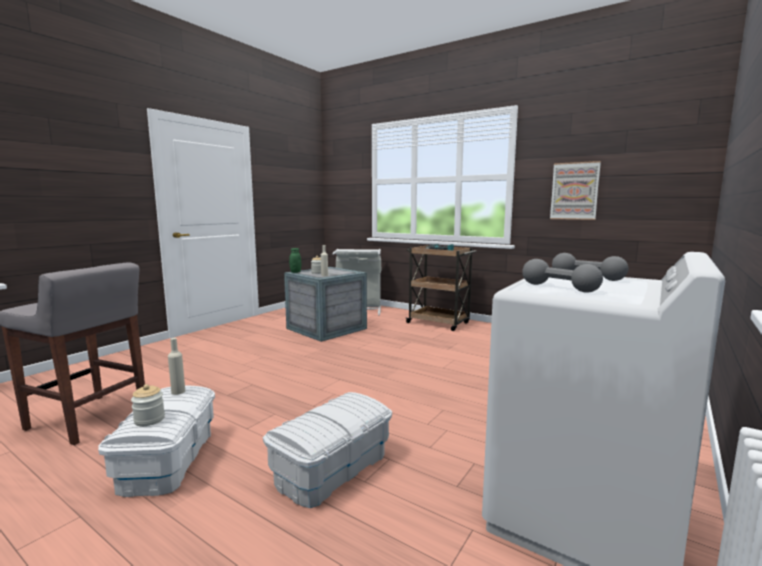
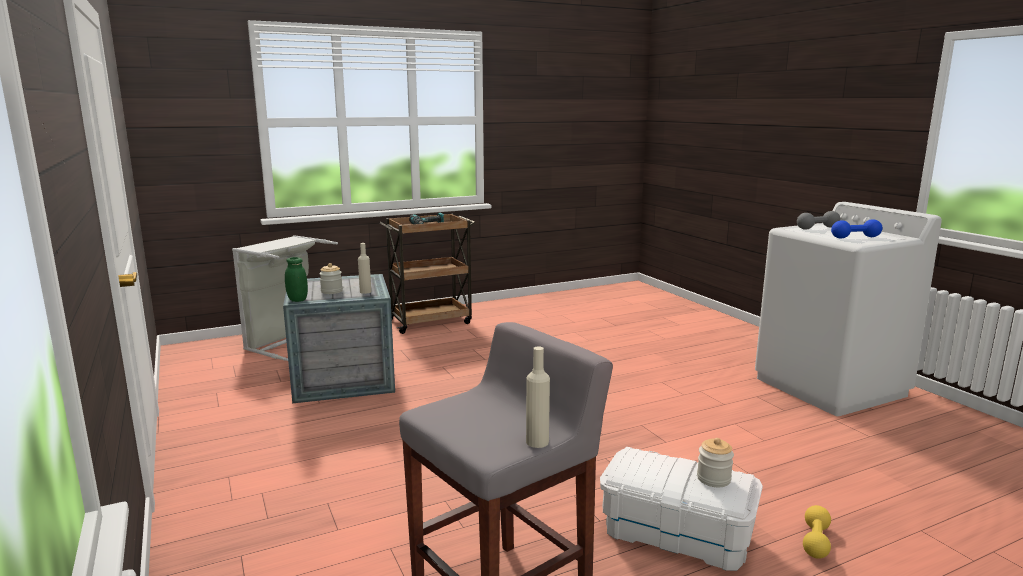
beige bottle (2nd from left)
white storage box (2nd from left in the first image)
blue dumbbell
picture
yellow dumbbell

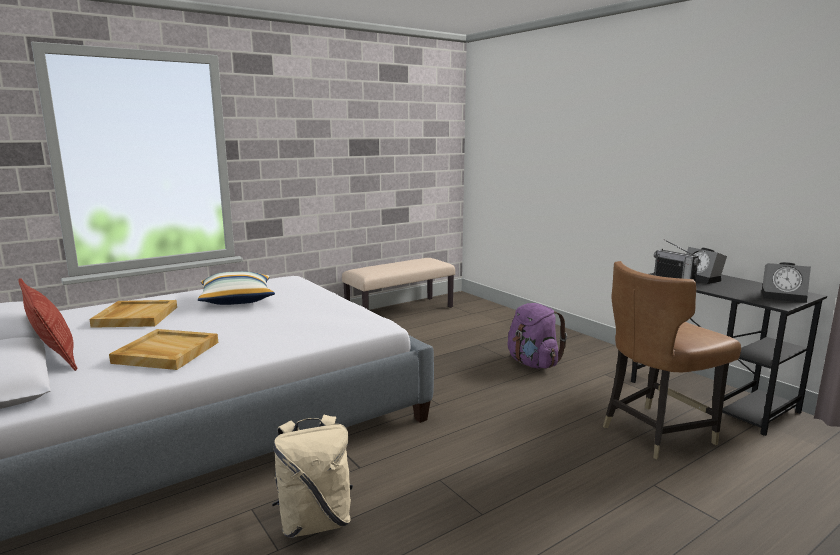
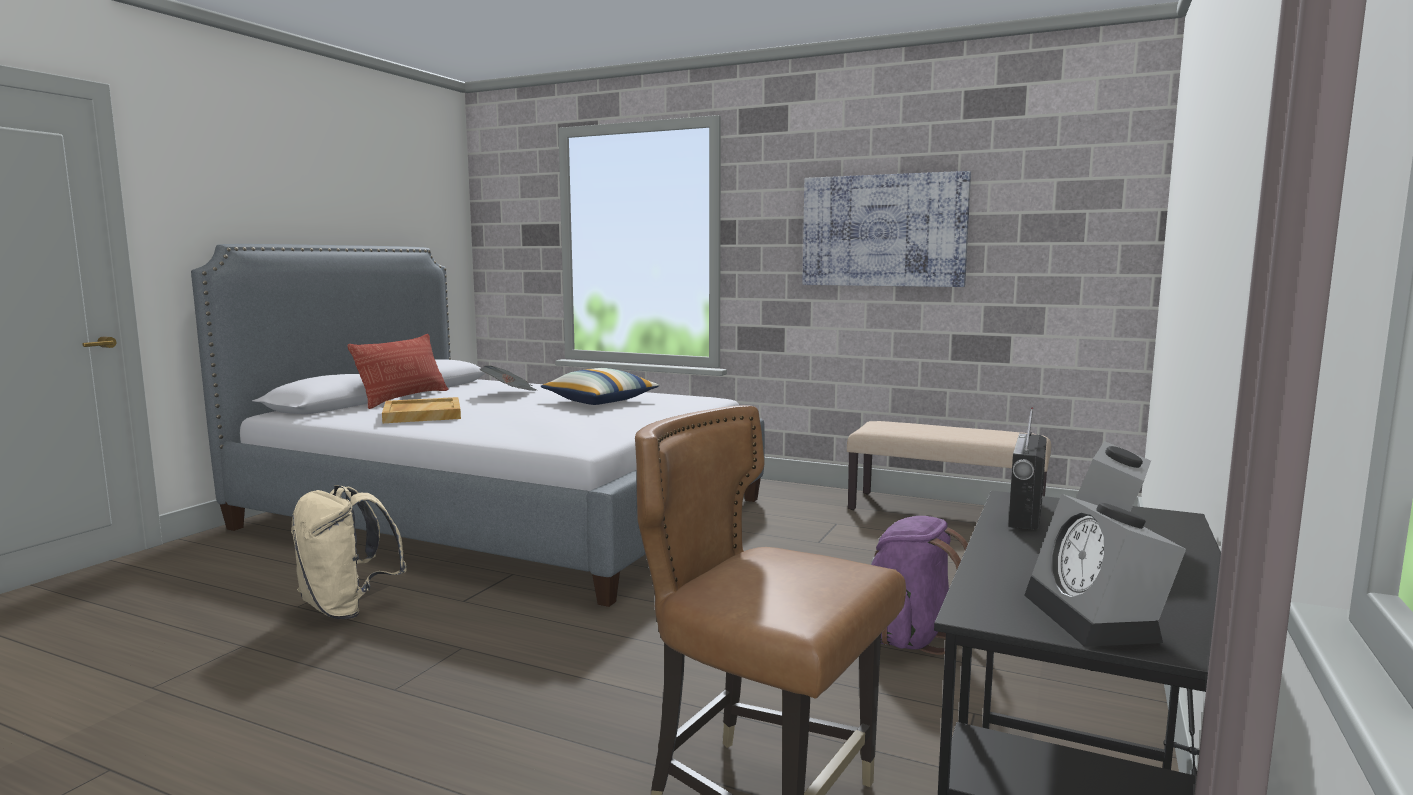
newspaper
picture

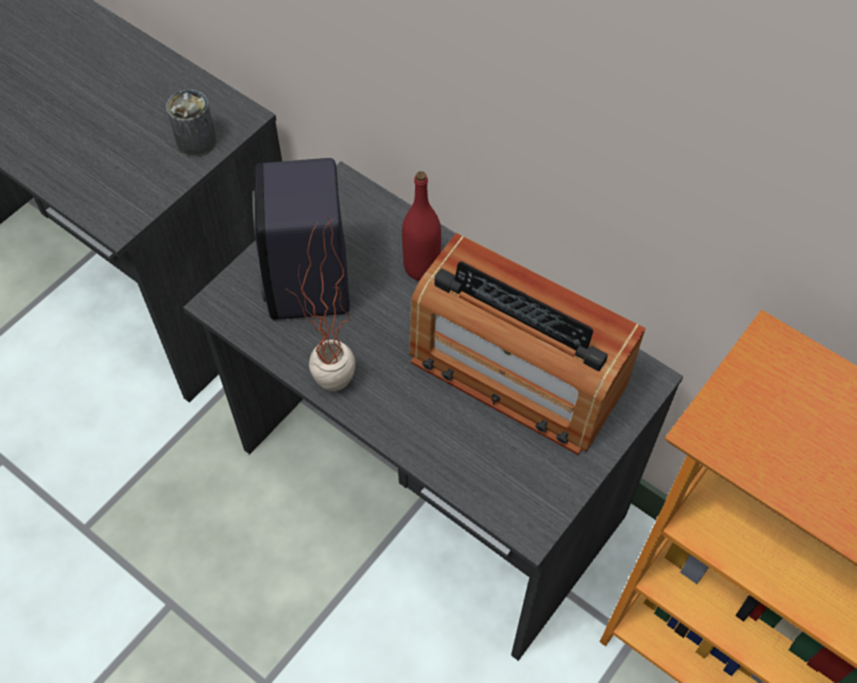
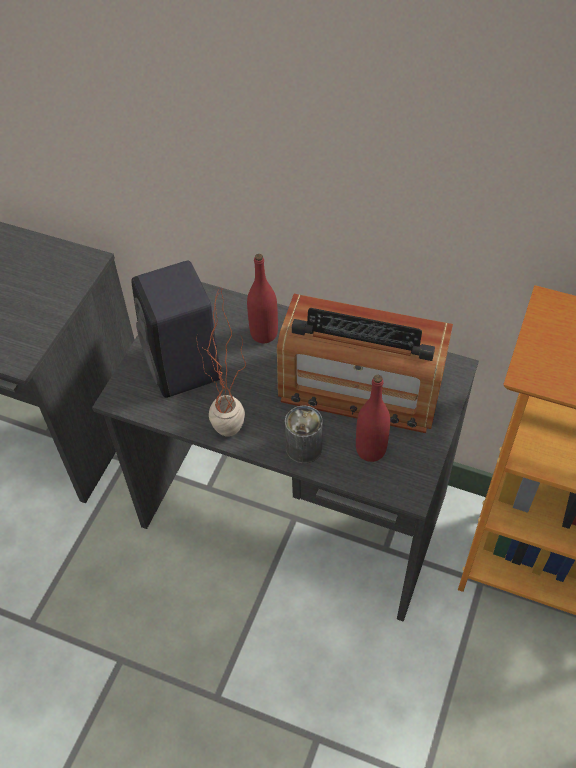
can
red bottle (2nd from left)

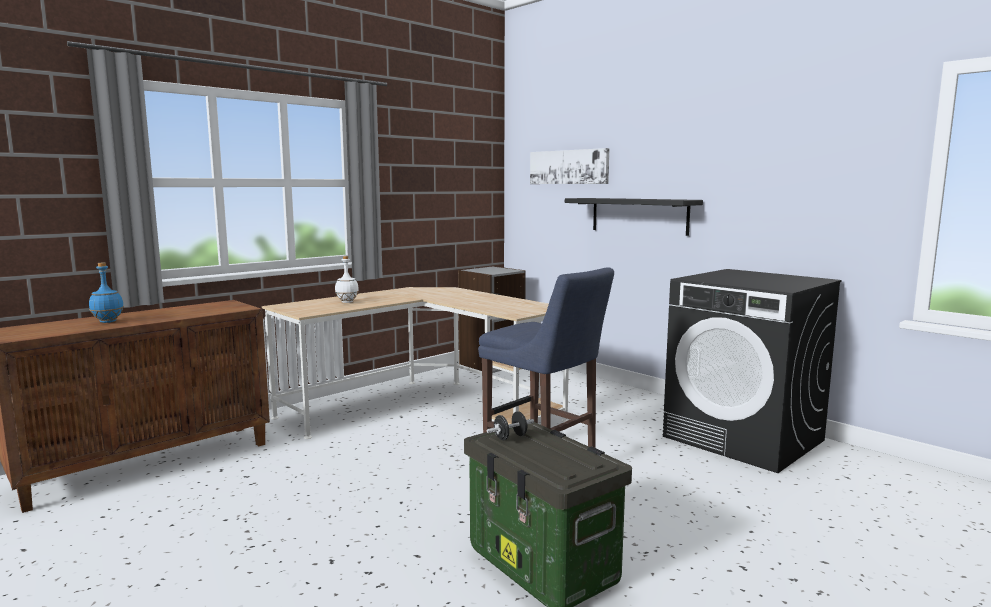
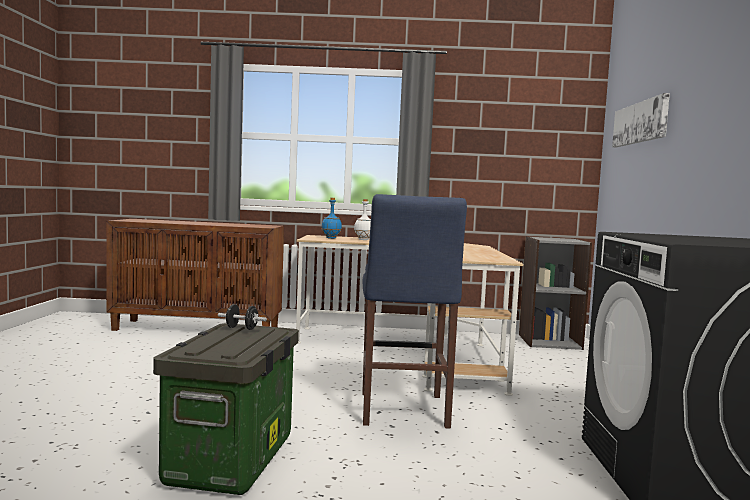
blue bottle
black shelf

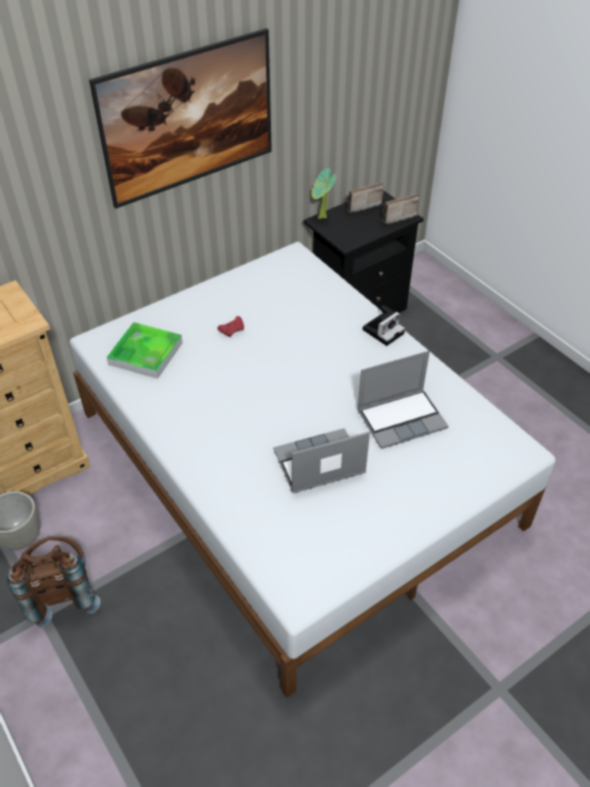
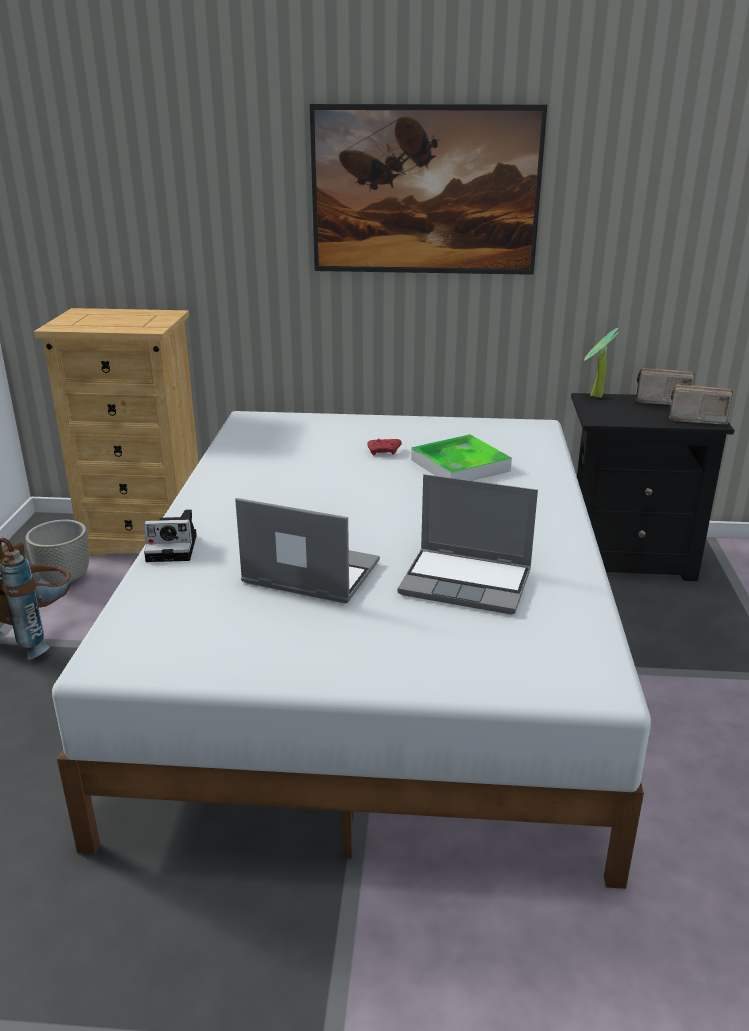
tray
photo camera

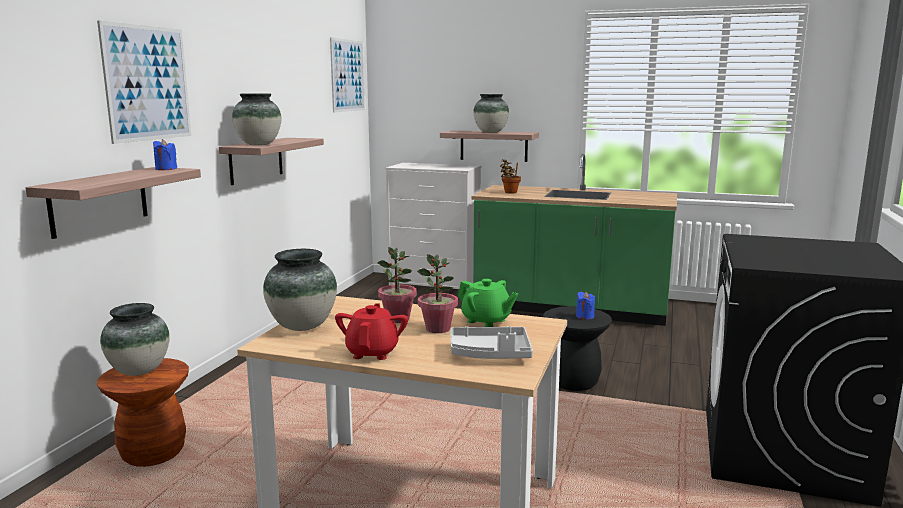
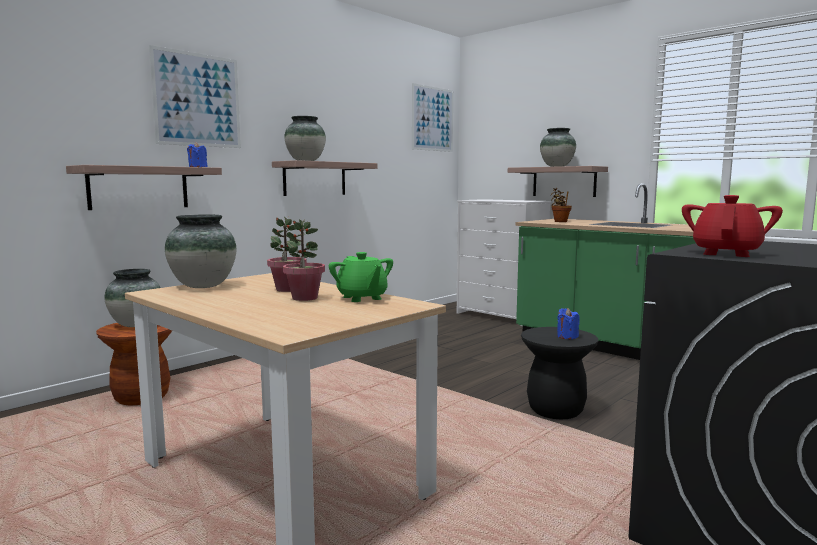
red teapot
grey tray

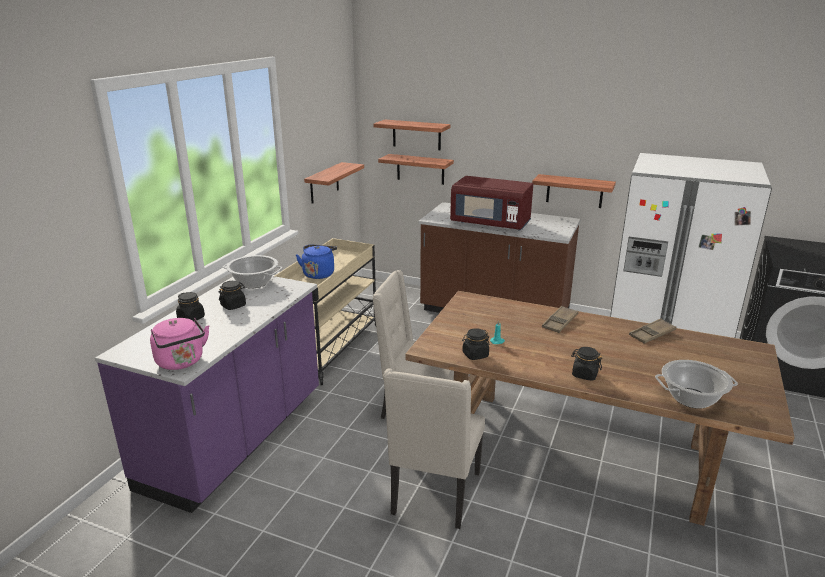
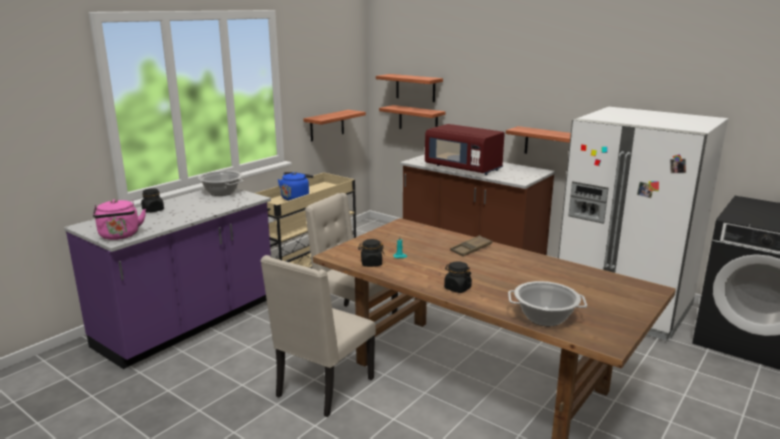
black jar (2nd from left in the first image)
brown tray (2nd from left in the first image)

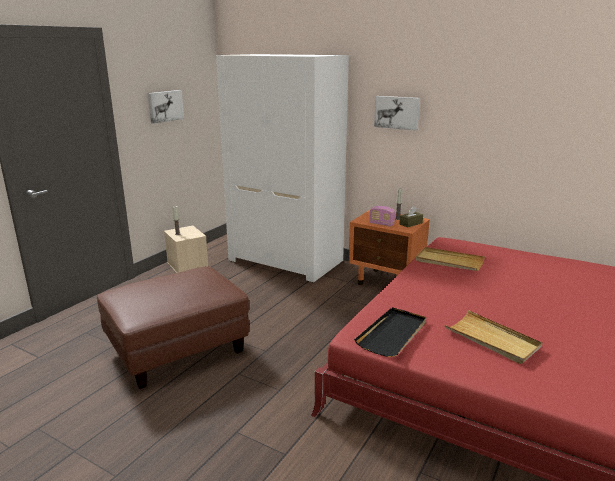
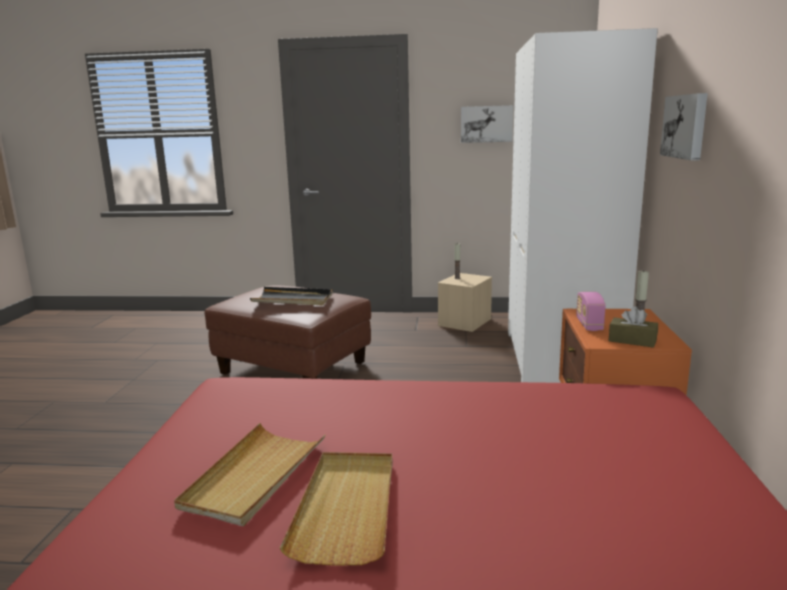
black tray
beige tray (2nd from left)

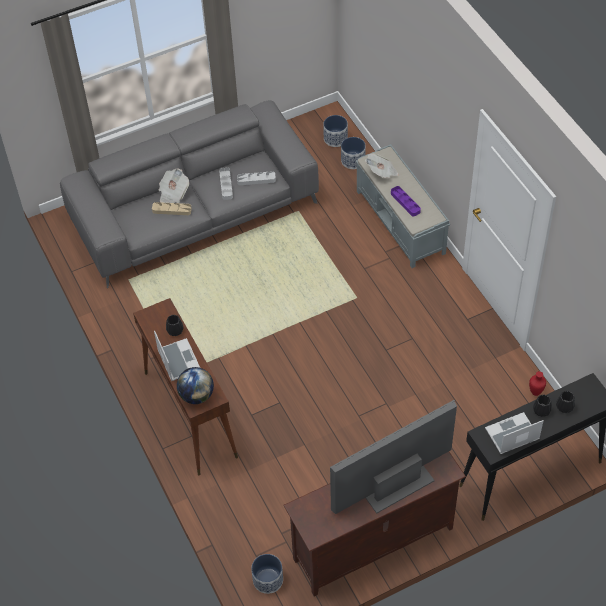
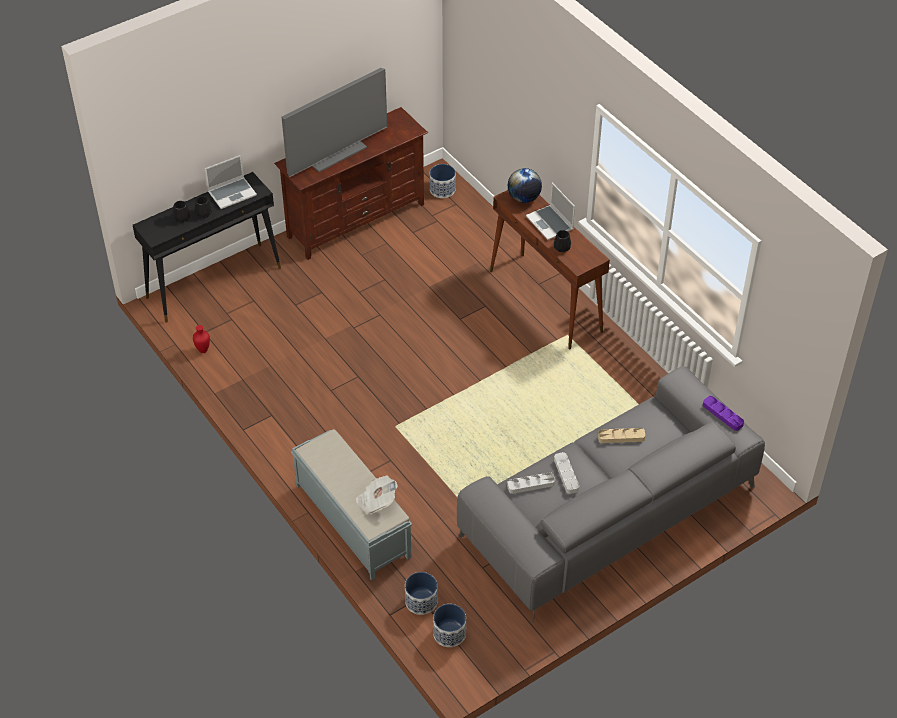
newspaper (1st from left in the first image)
purple tray

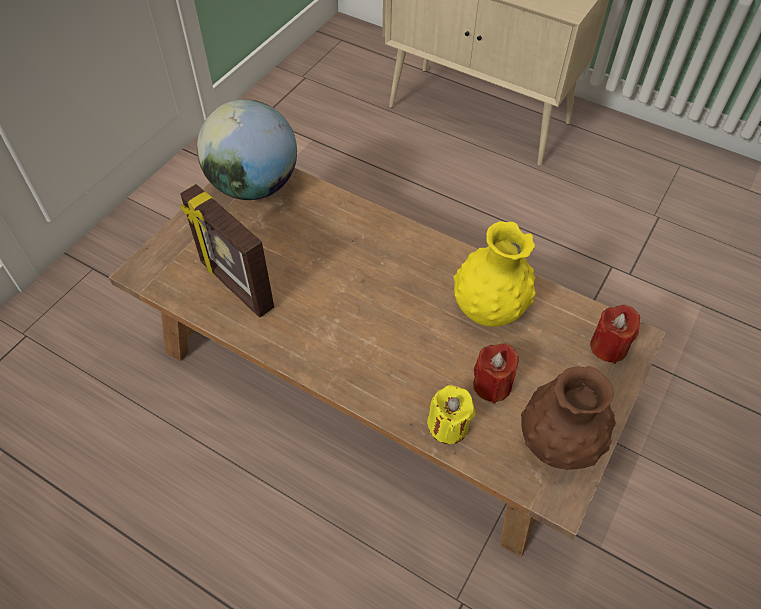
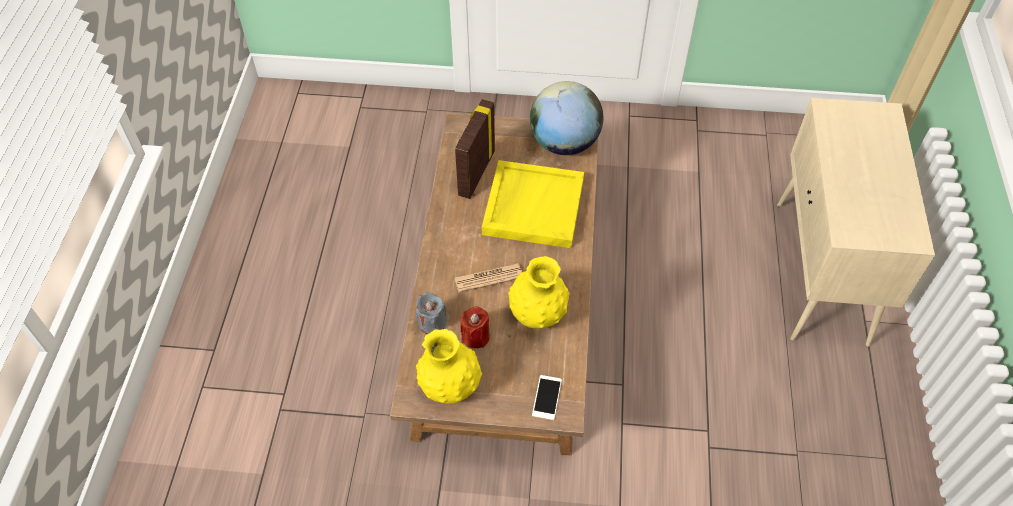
grey candle
yellow vase (1st from left)
phone
newspaper
yellow tray

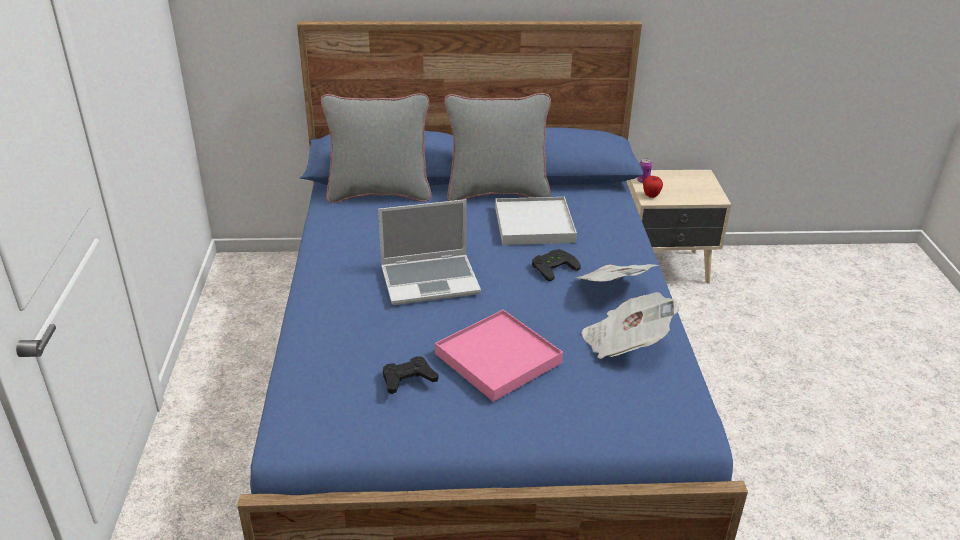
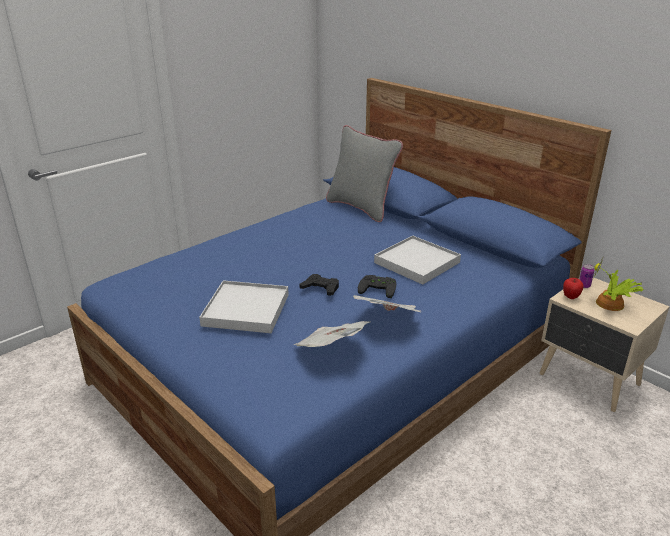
laptop
black game controller (1st from left)
white tray (1st from left)
grey pillow (2nd from left in the first image)
potted plant

